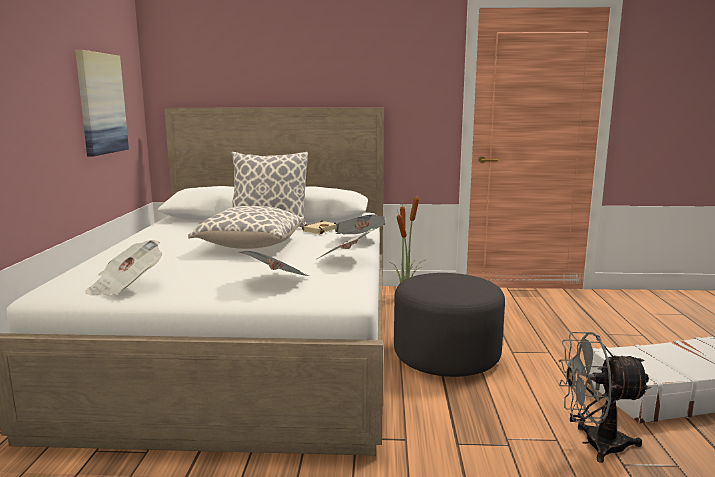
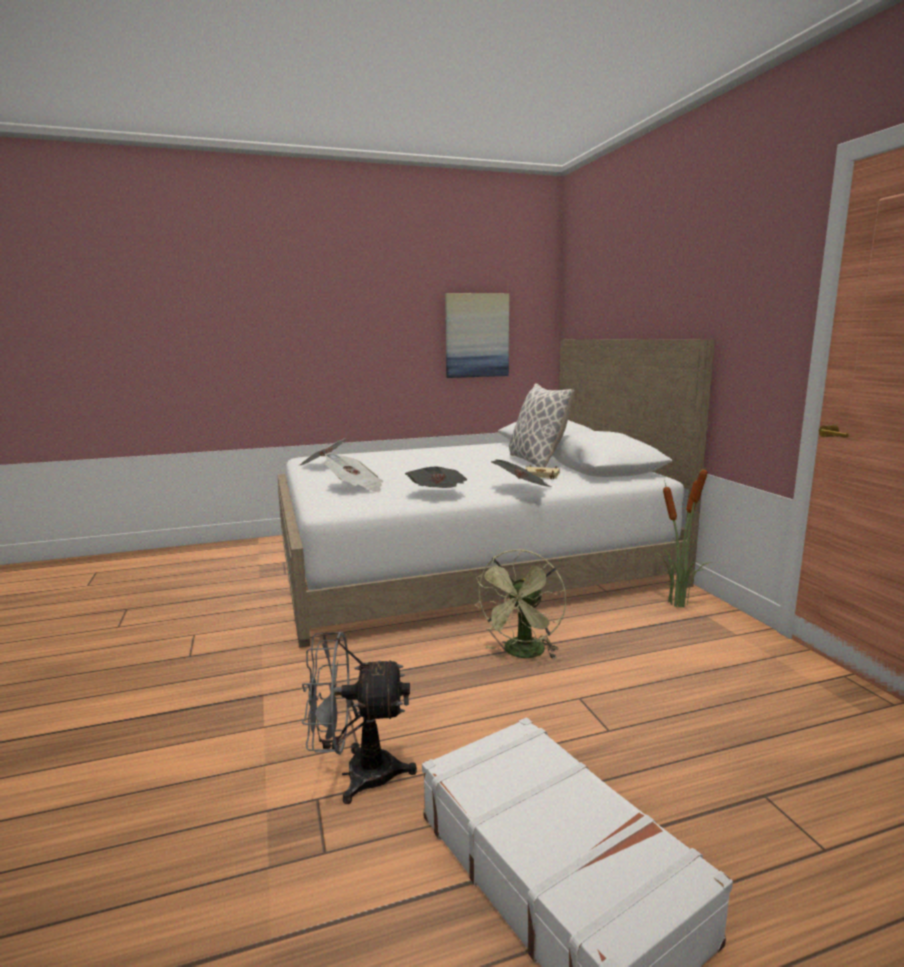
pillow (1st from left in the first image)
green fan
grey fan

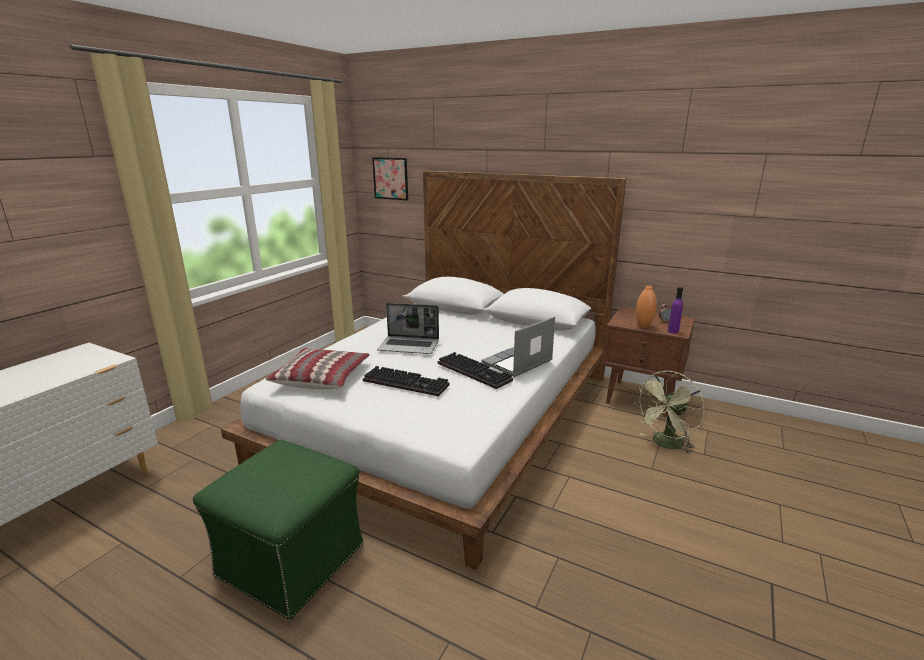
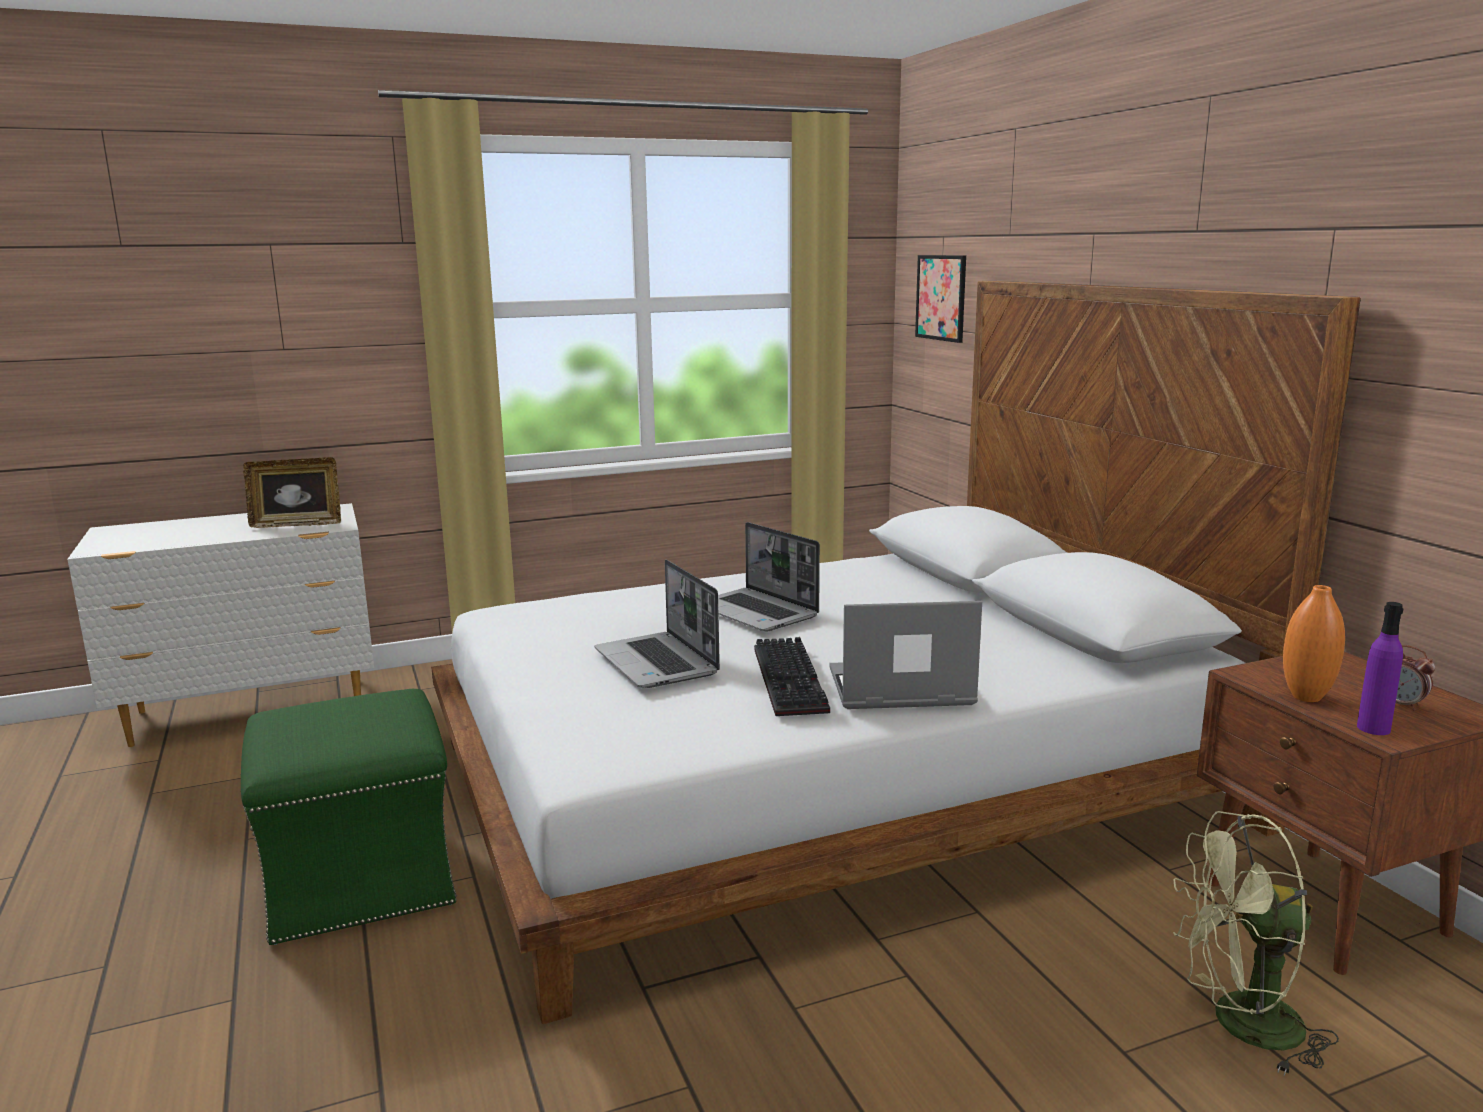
pillow
laptop (1st from left)
picture frame

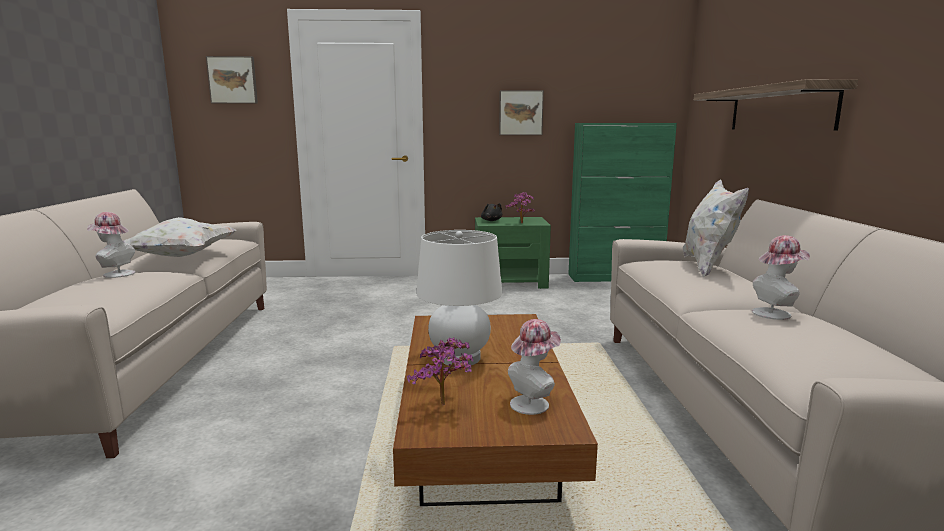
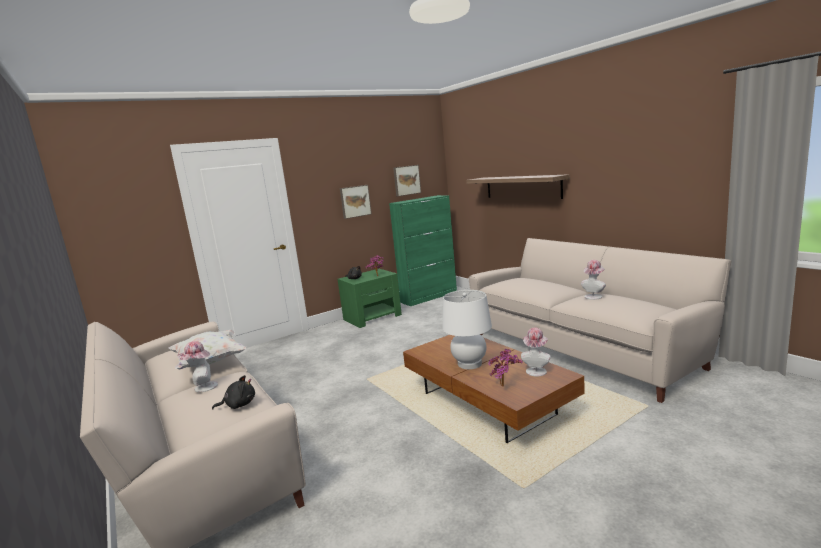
picture (2nd from left)
white pillow (2nd from left in the first image)
black plush toy (1st from left)

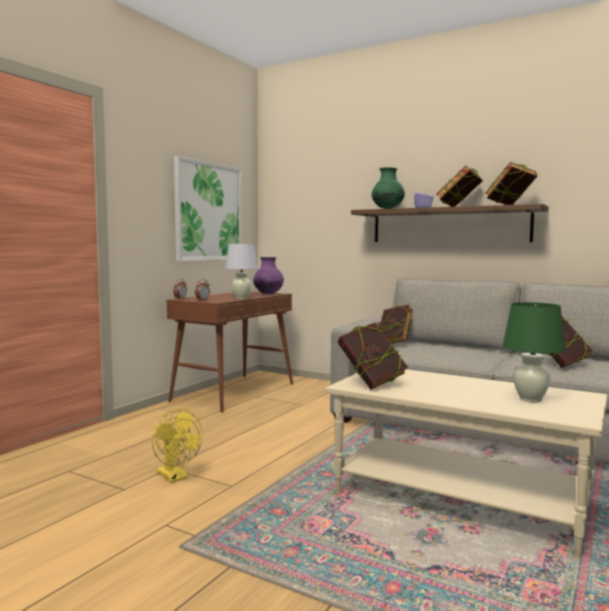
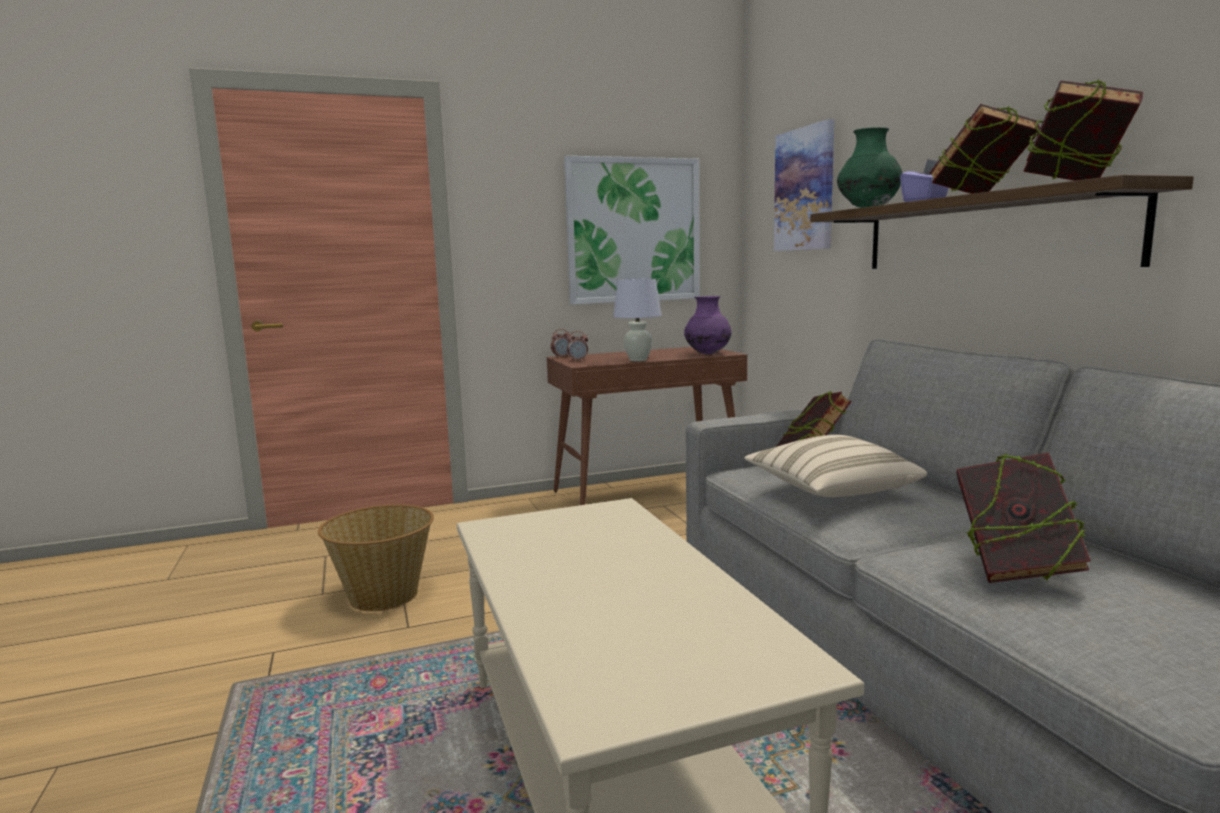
basket
book (1st from left in the first image)
green table lamp
beige pillow
picture (2nd from left)

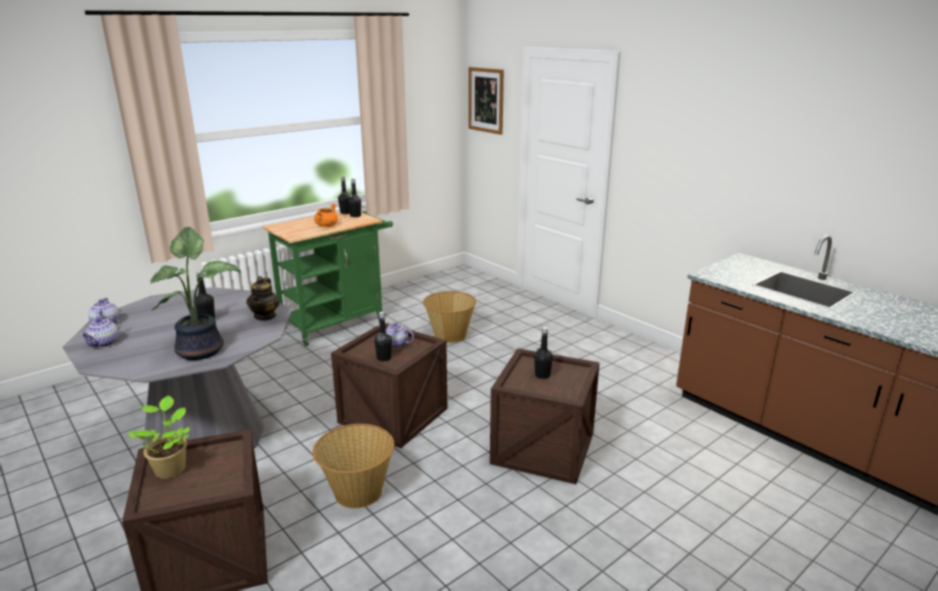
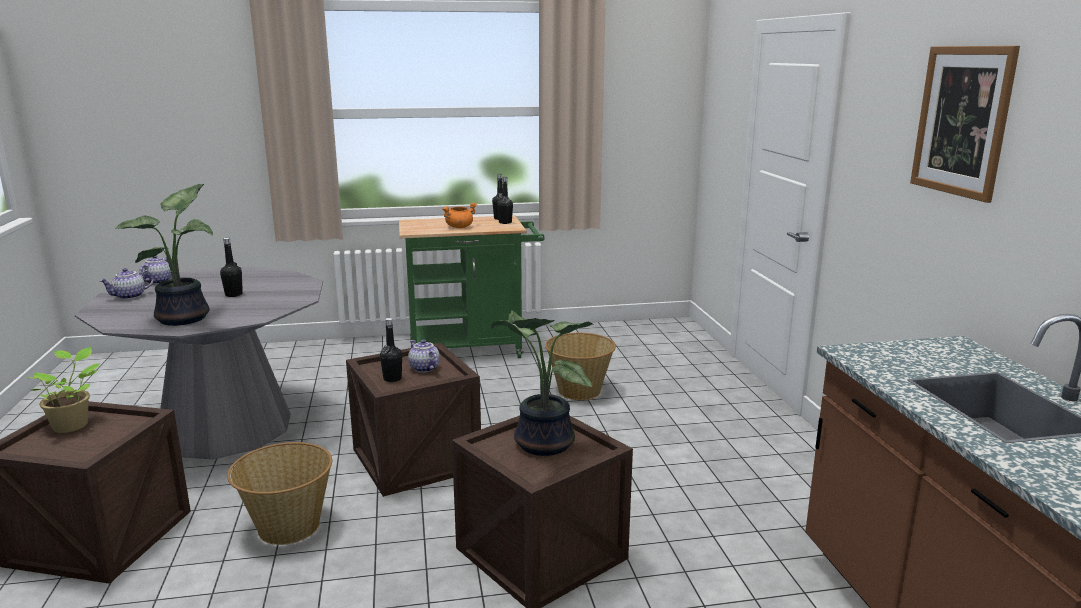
teapot (3rd from left in the first image)
picture
potted plant (3rd from left)

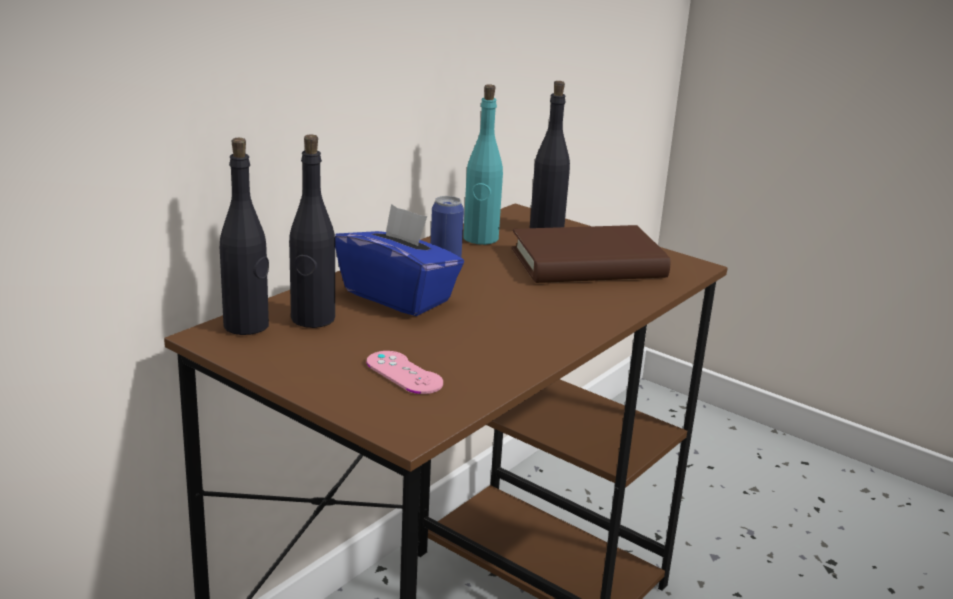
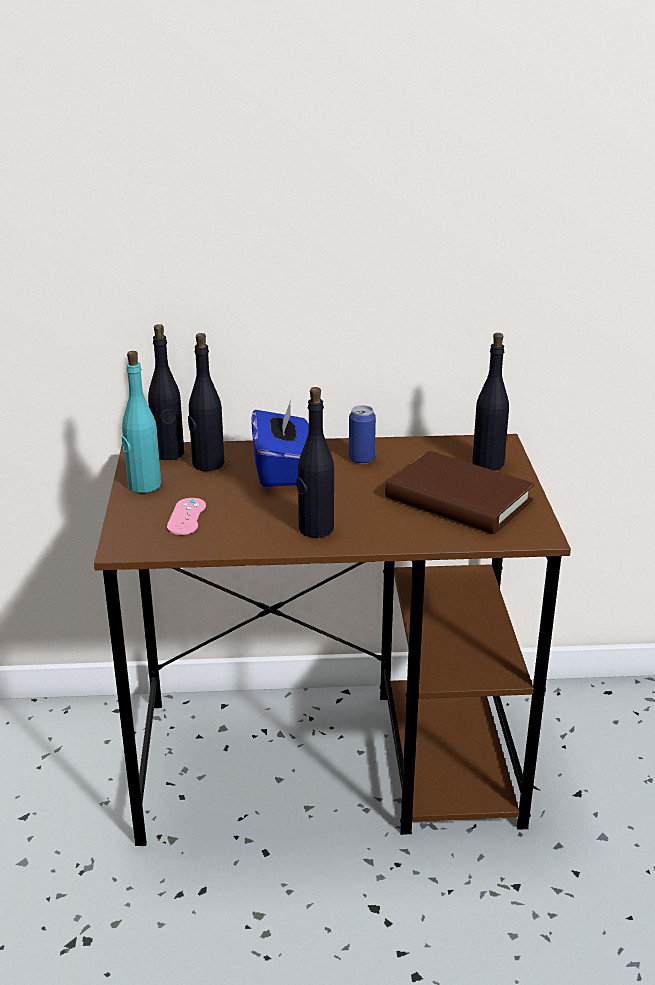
turquoise bottle
black bottle (3rd from left)

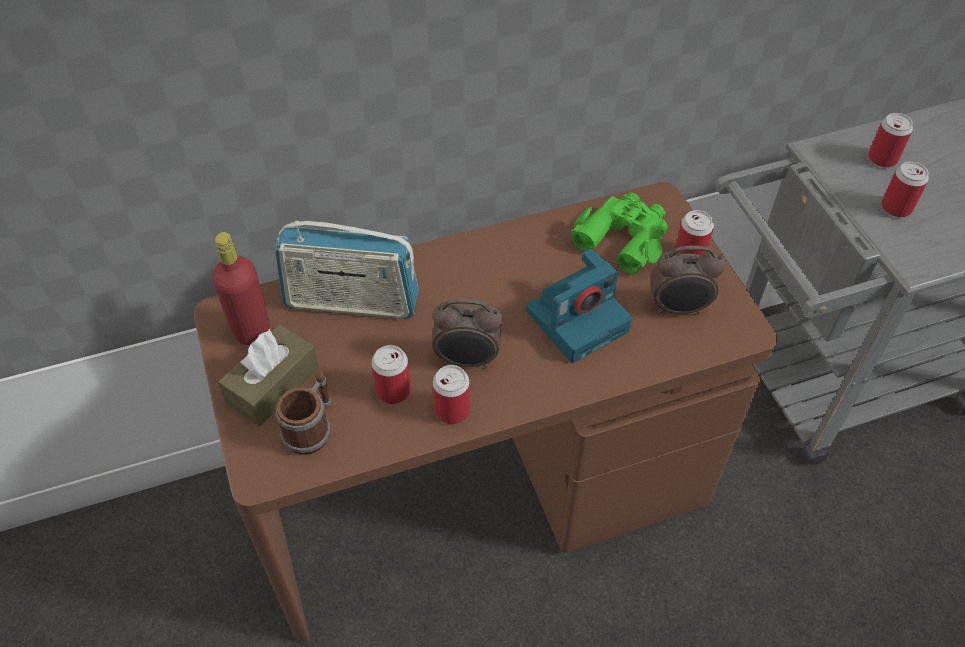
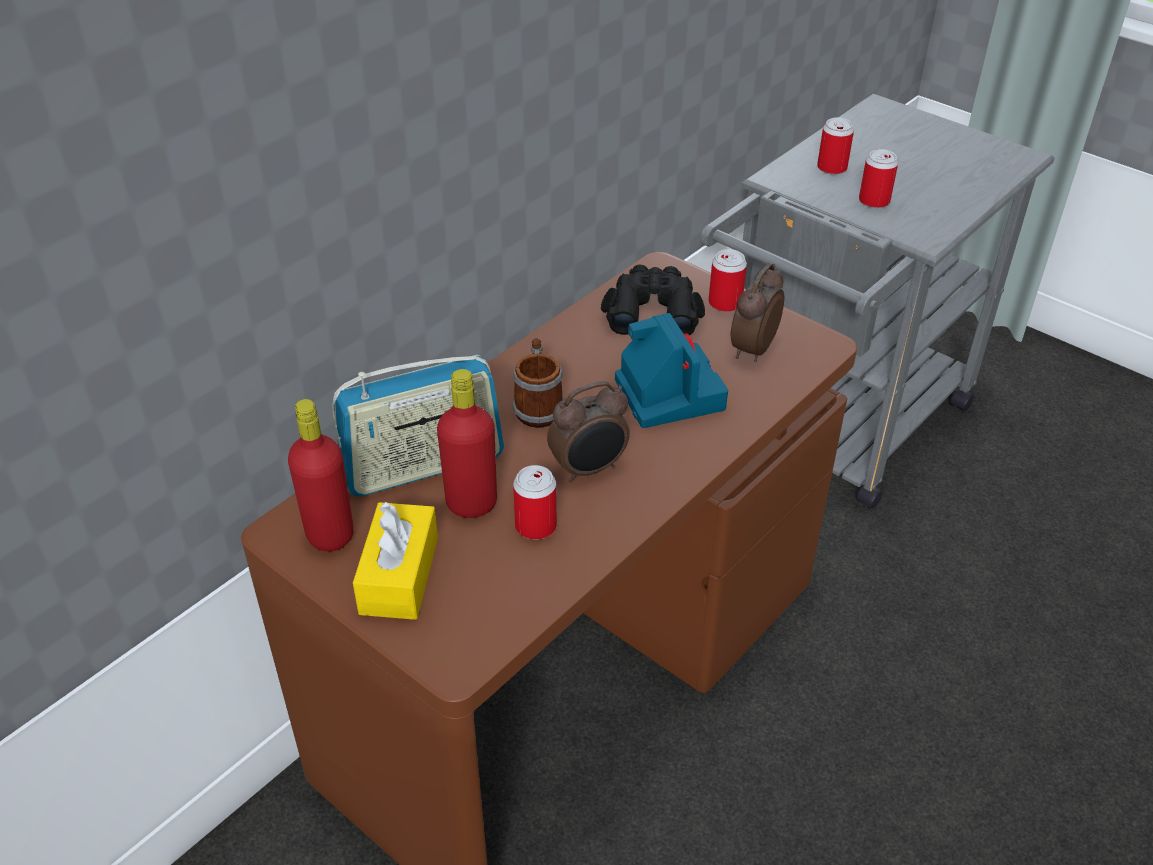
yellow tissue box
mug
can (2nd from left in the first image)
photo camera
black binoculars
alarm clock (2nd from left)
red bottle (2nd from left)

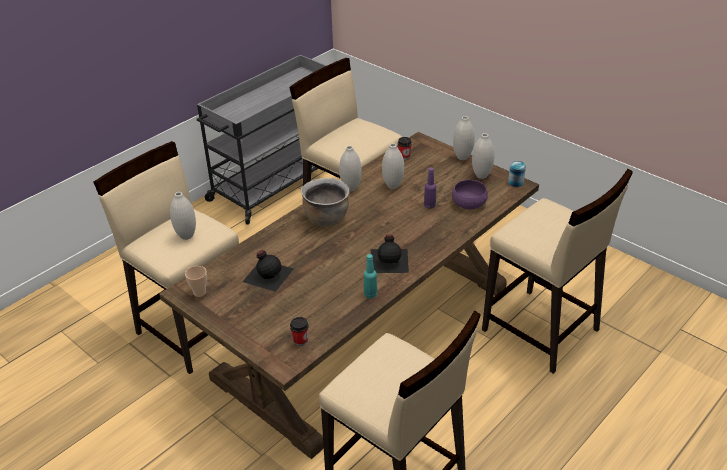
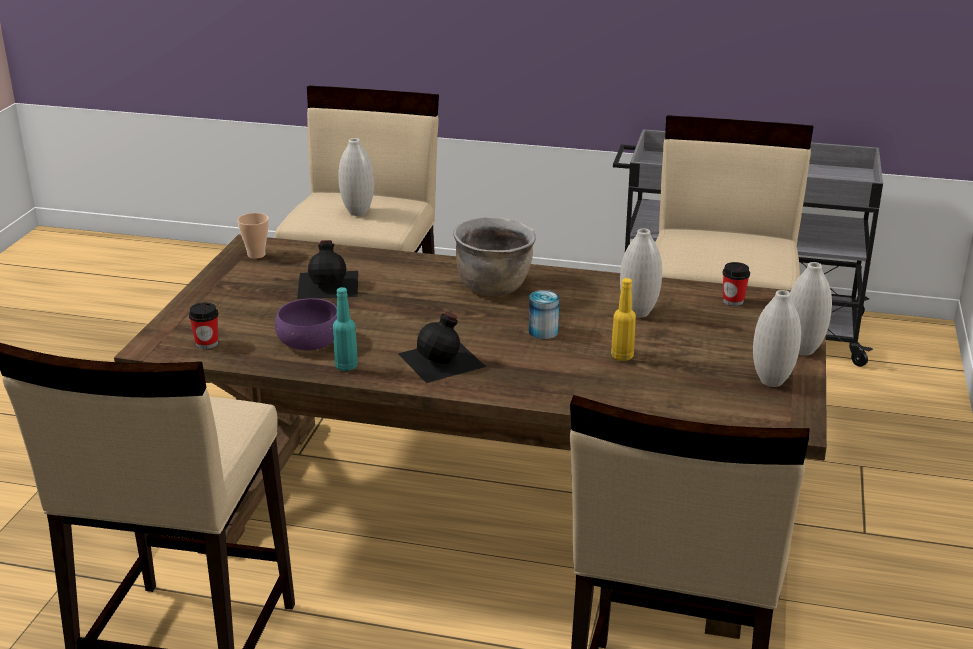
white vase (2nd from left in the first image)
yellow bottle
purple bowl
can

